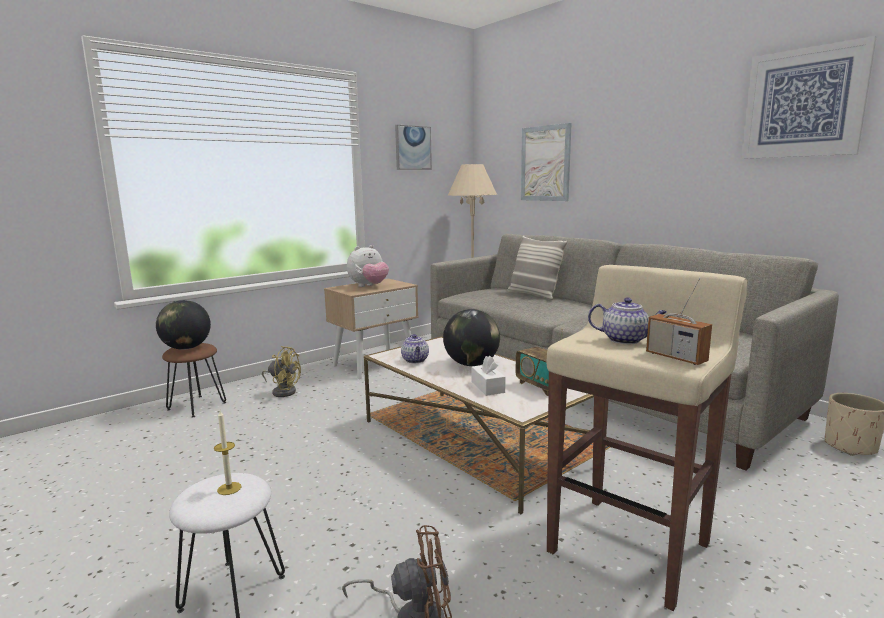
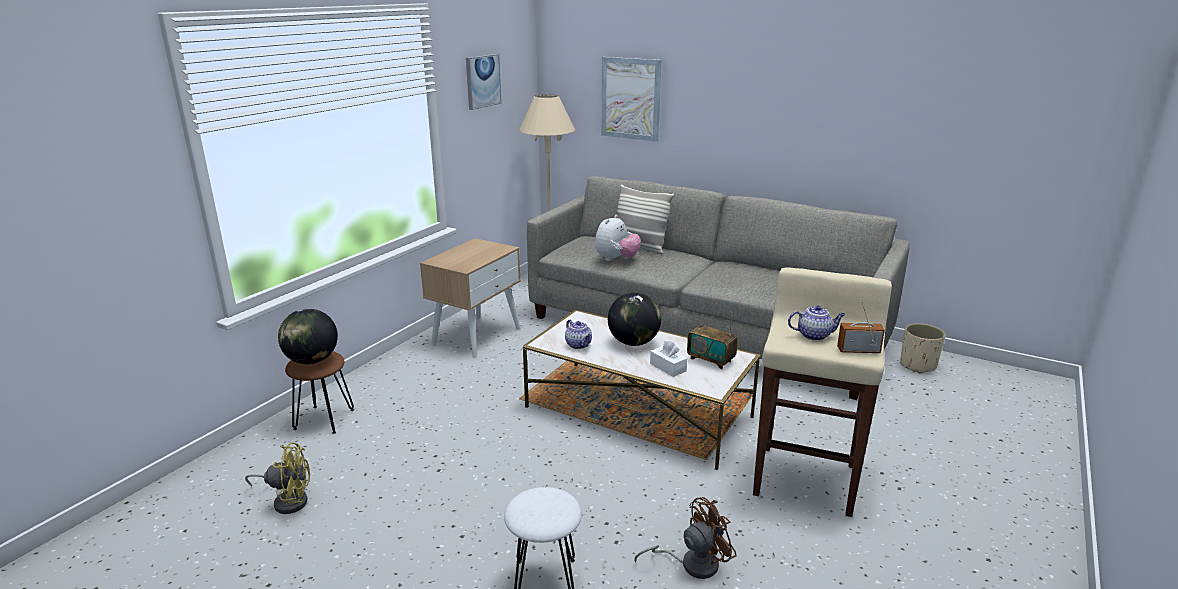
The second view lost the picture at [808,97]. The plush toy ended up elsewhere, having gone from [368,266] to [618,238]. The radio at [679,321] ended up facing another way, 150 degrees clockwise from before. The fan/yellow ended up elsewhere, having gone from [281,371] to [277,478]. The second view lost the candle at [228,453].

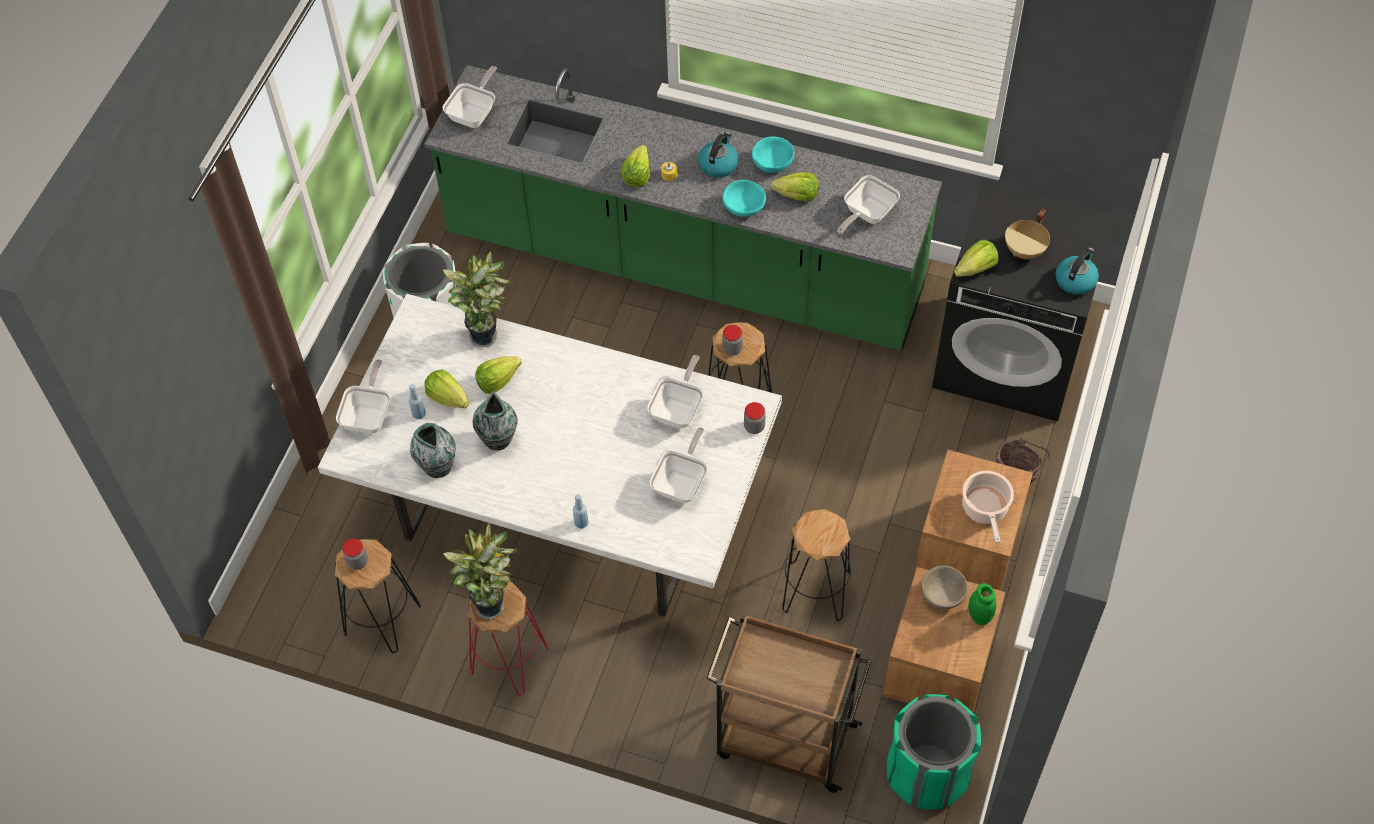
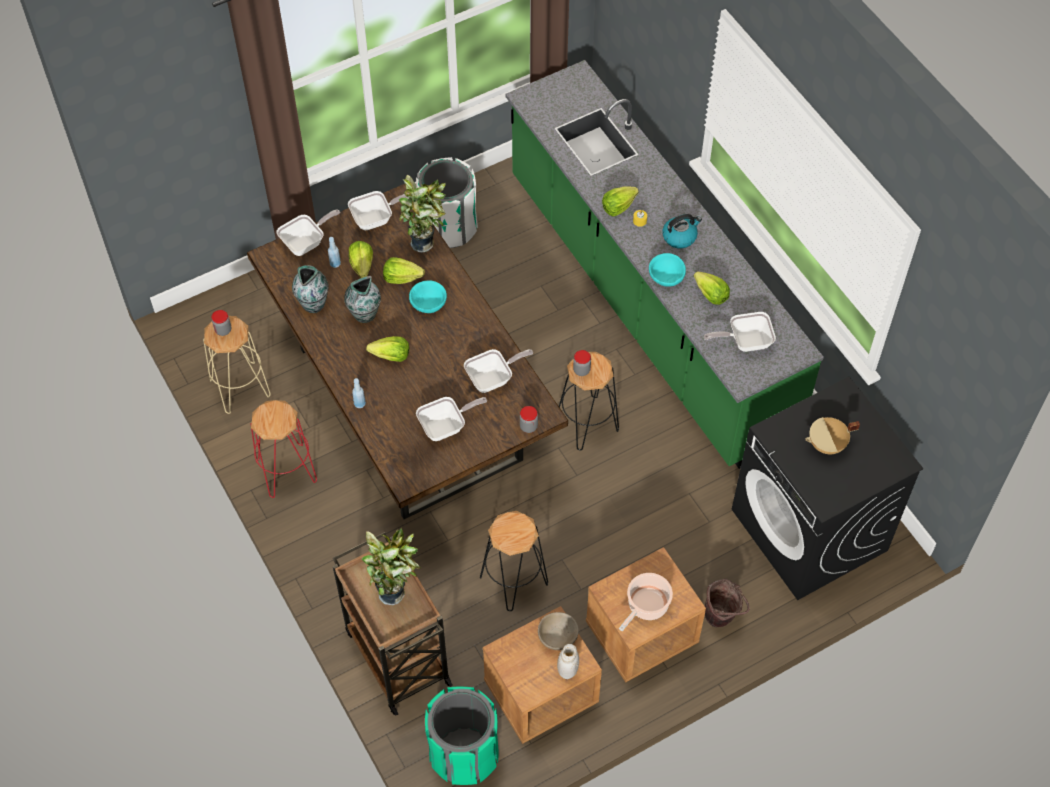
The frying pan ended up elsewhere, having gone from [470,97] to [378,210]. The bowl/turquoise ended up elsewhere, having gone from [773,154] to [428,296]. The lettuce ended up elsewhere, having gone from [976,258] to [388,349]. The second view lost the kettle at [1077,271]. What was the dining table/white at [550,455] turned into the dining table/brown at [407,351]. The potted plant ended up elsewhere, having gone from [480,571] to [391,566]. What was the stool/black at [378,596] turned into the stool/beige at [237,365]. What was the jar/green at [982,604] turned into the jar/white at [568,661].

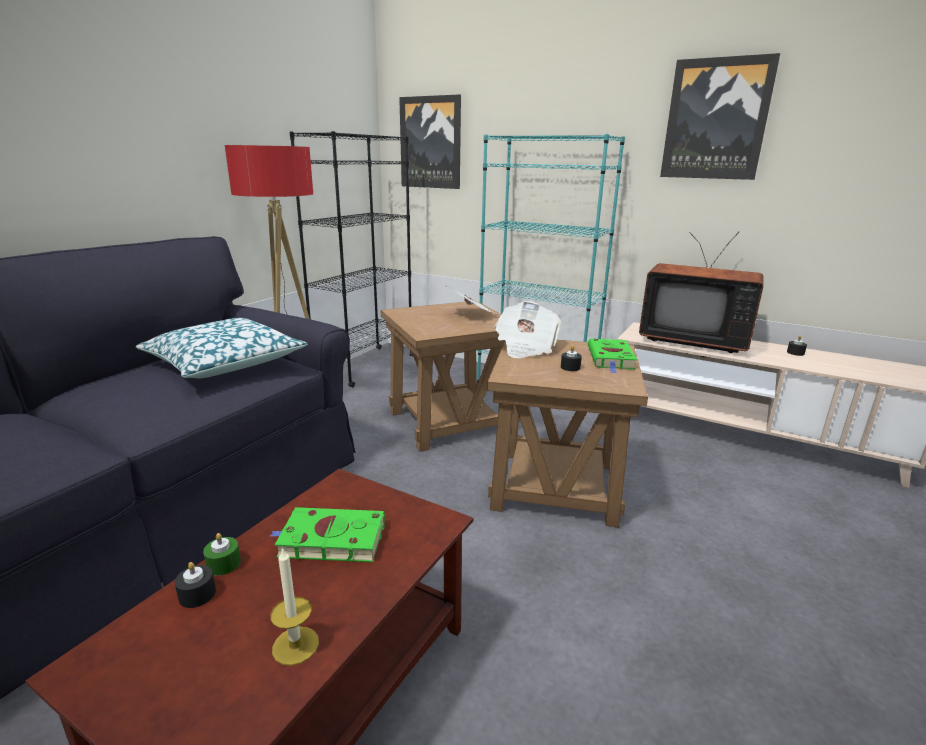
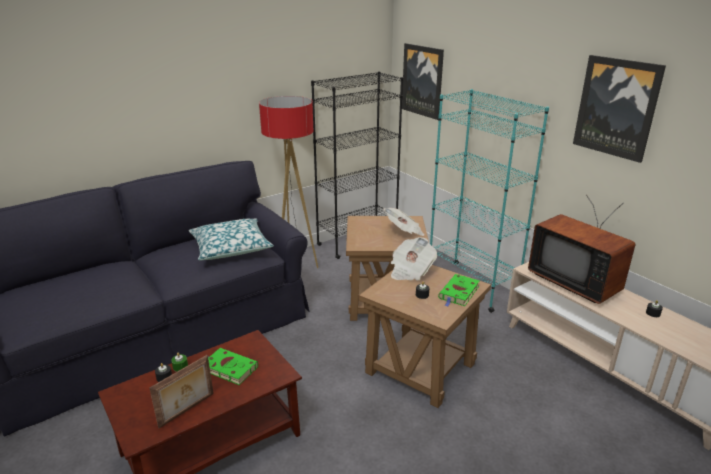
Where the candle stood at [294,606], the picture frame came to stand at [182,391].

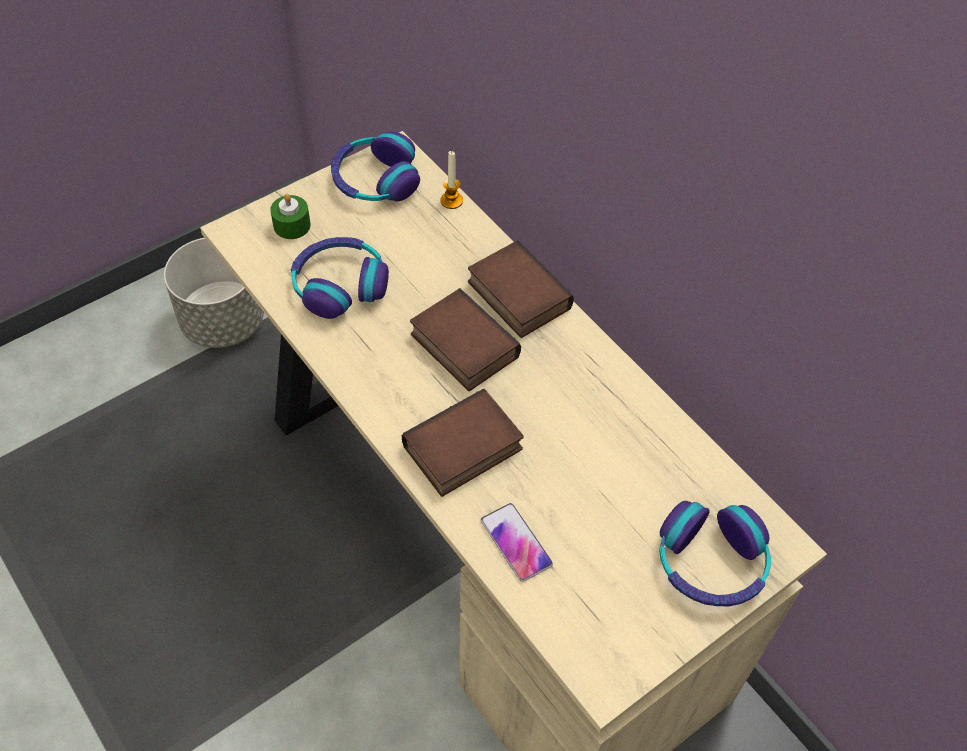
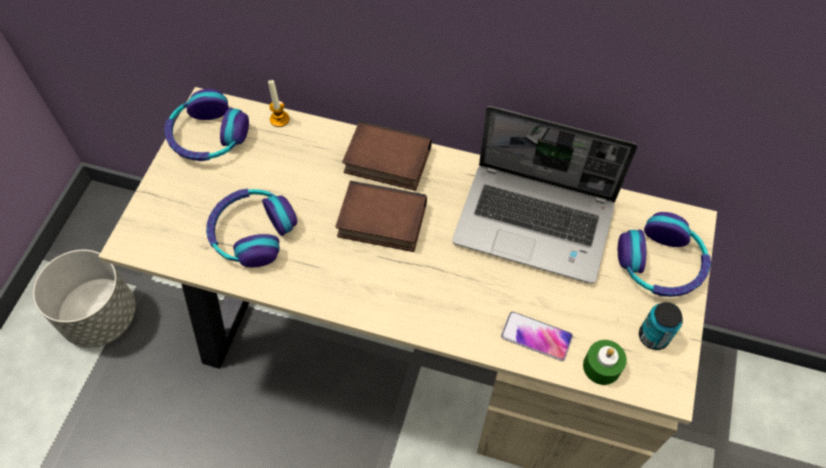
The candle/green ended up elsewhere, having gone from [290,216] to [605,362]. The second view lost the book at [463,442]. The second view gained the laptop at [545,195]. The second view gained the can at [661,326].

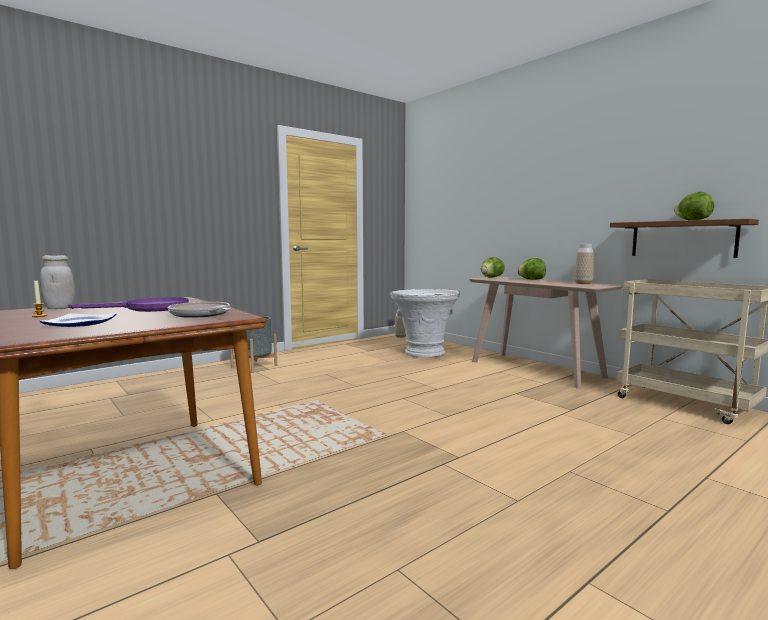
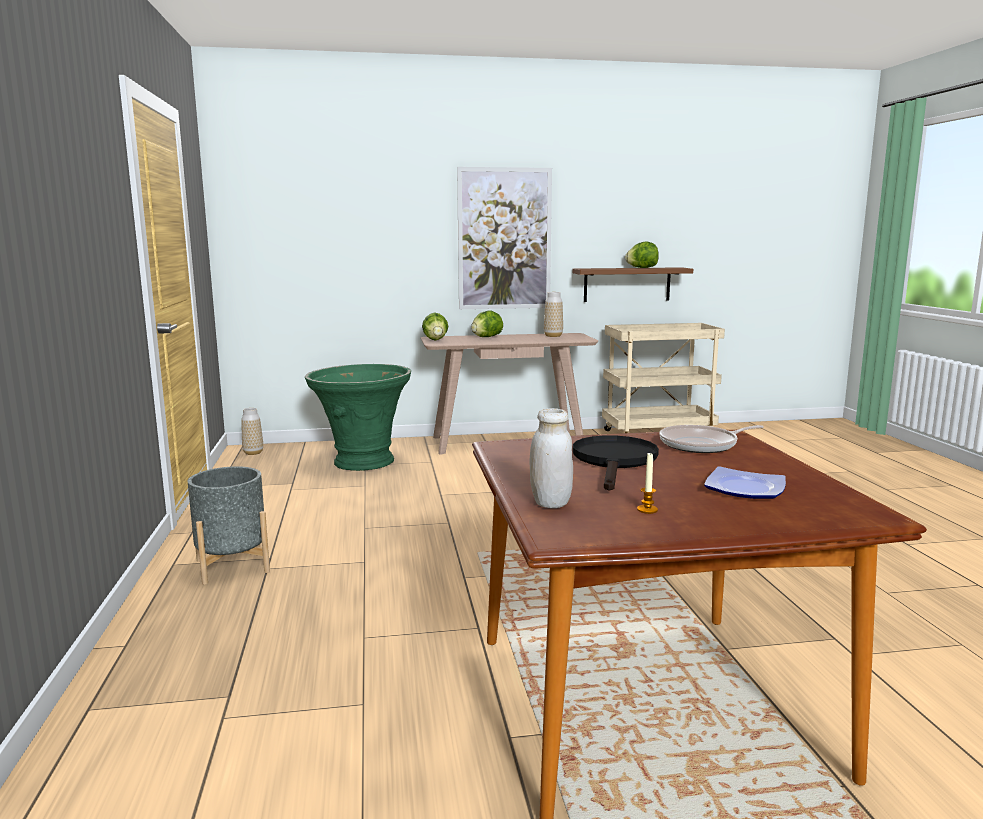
What was the planter/white at [425,323] turned into the planter/green at [358,417]. What was the frying pan/purple at [128,304] turned into the frying pan/black at [616,463]. The second view gained the picture at [504,238].

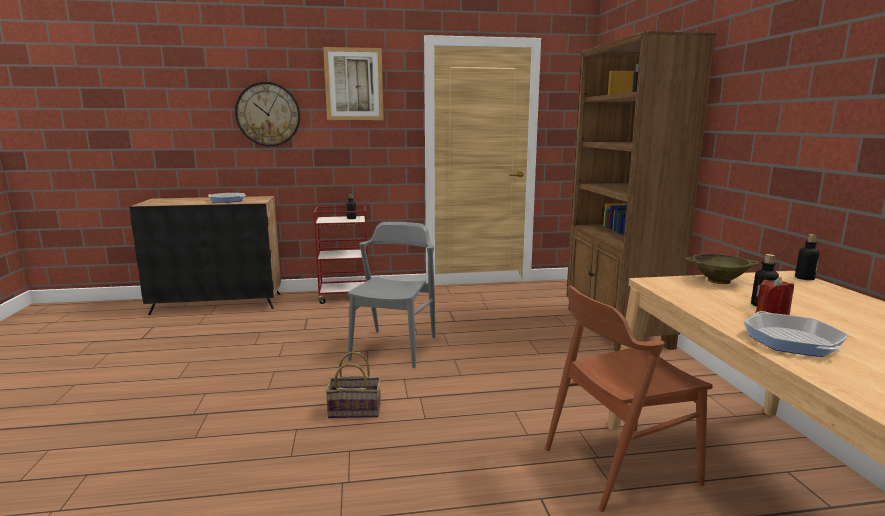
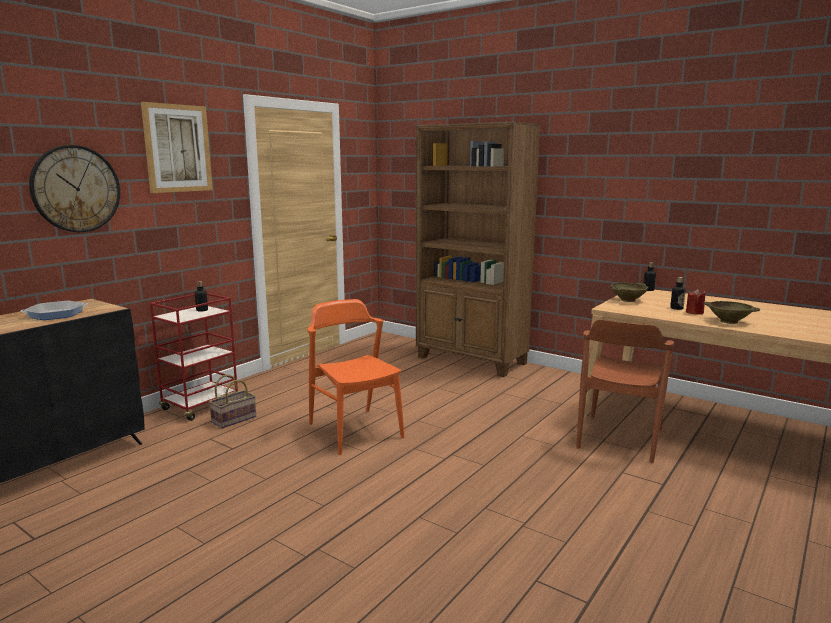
What was the chair/grey at [391,295] turned into the chair/orange at [356,377]. Where the frying pan stood at [796,334], the bowl/beige came to stand at [732,312]. The basket ended up elsewhere, having gone from [353,385] to [232,401].

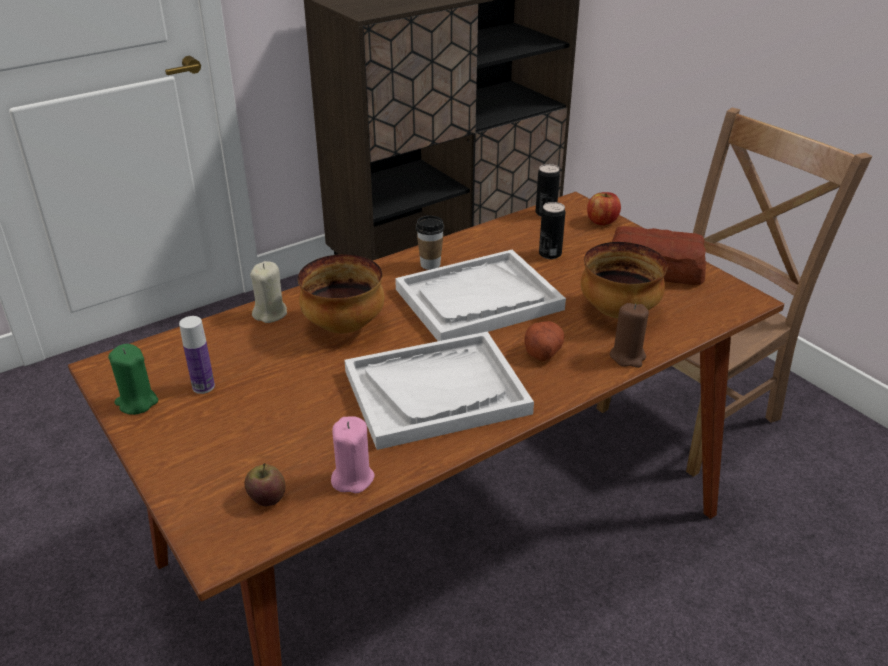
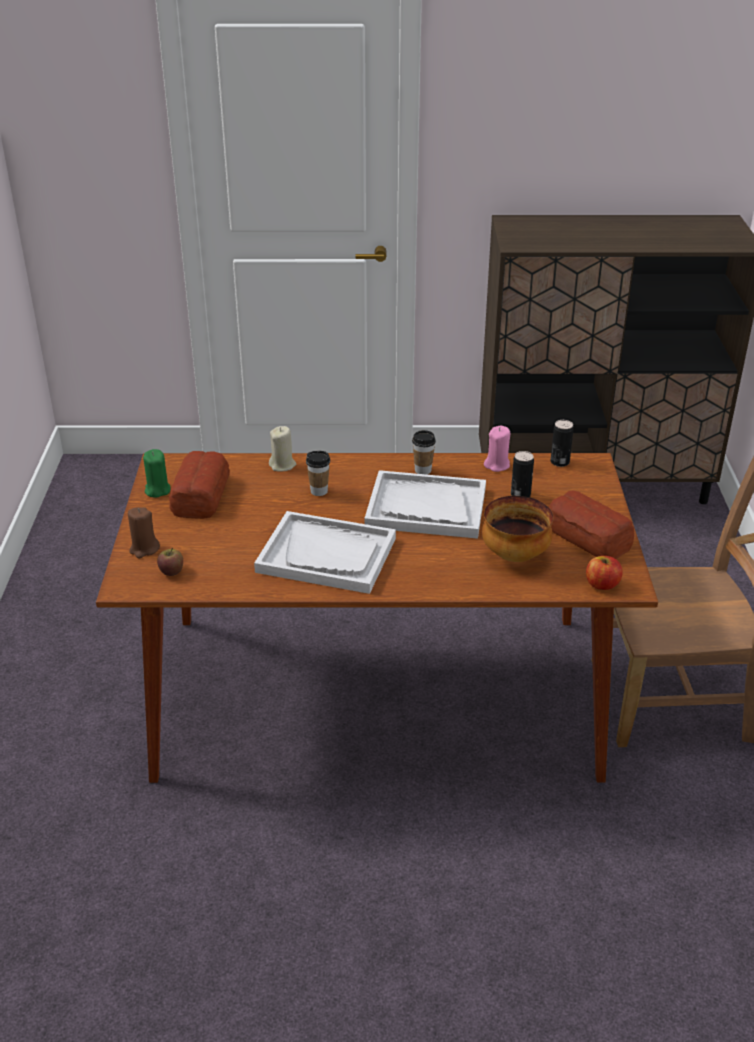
The apple ended up elsewhere, having gone from [604,208] to [604,573]. Where the bowl stood at [341,293], the cup came to stand at [318,473]. The candle/brown ended up elsewhere, having gone from [629,335] to [144,532]. Where the bottle stood at [197,355], the bread came to stand at [199,485]. The second view lost the potato at [544,341]. The candle/pink ended up elsewhere, having gone from [352,454] to [497,449].

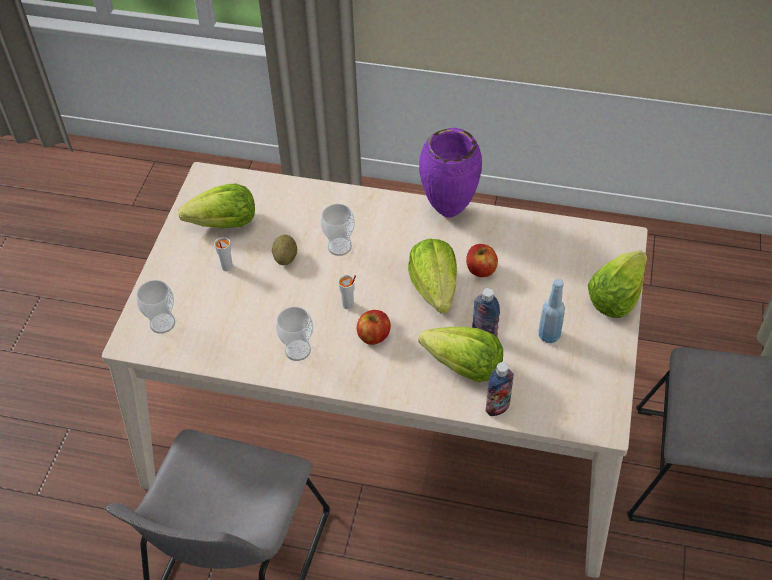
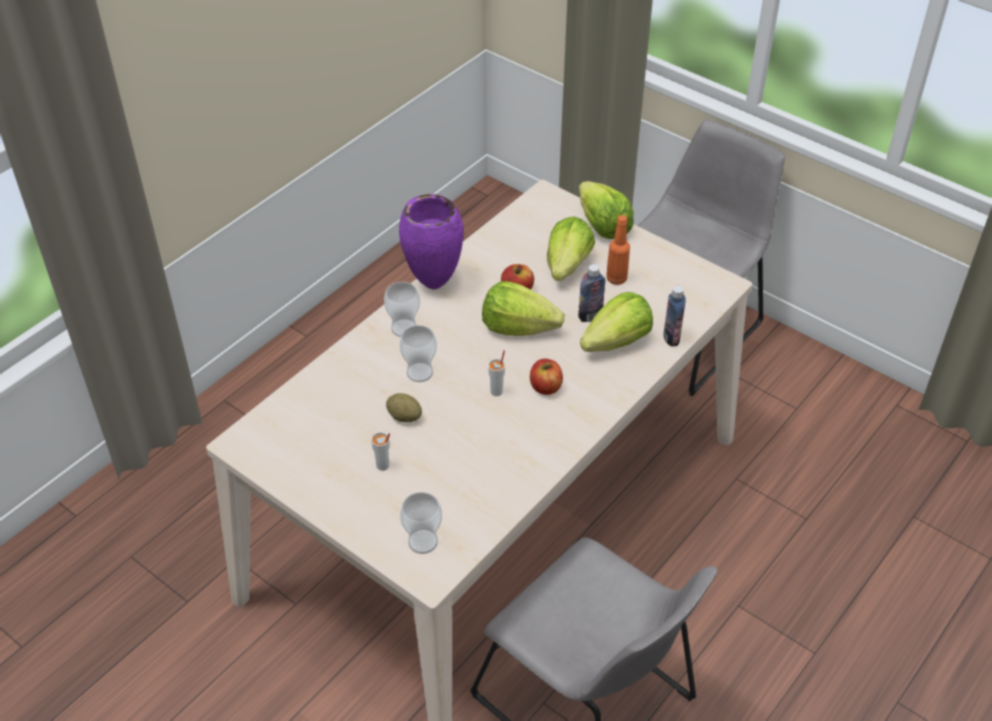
The lettuce ended up elsewhere, having gone from [216,206] to [571,248]. What was the bottle/blue at [551,311] turned into the bottle/orange at [618,250]. The cup ended up elsewhere, having gone from [294,334] to [402,309].

